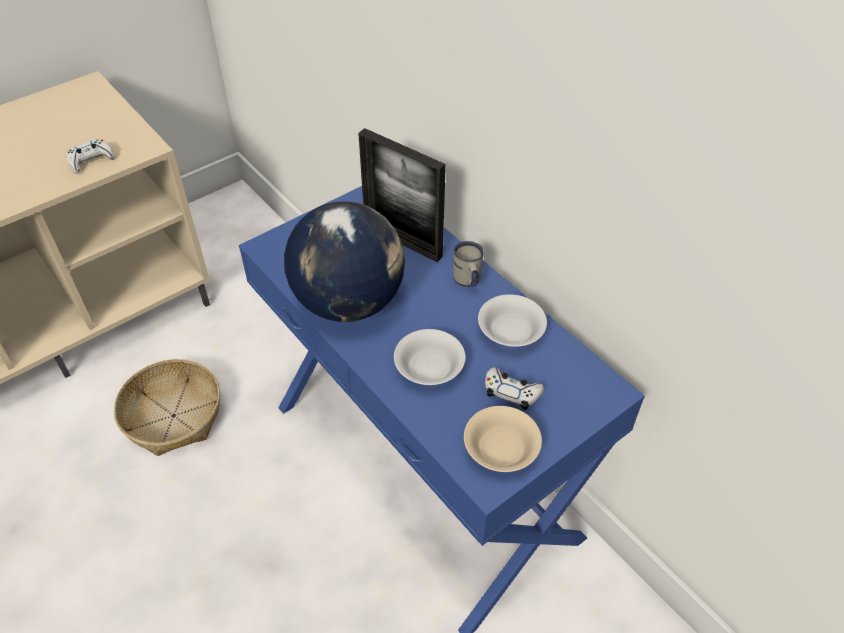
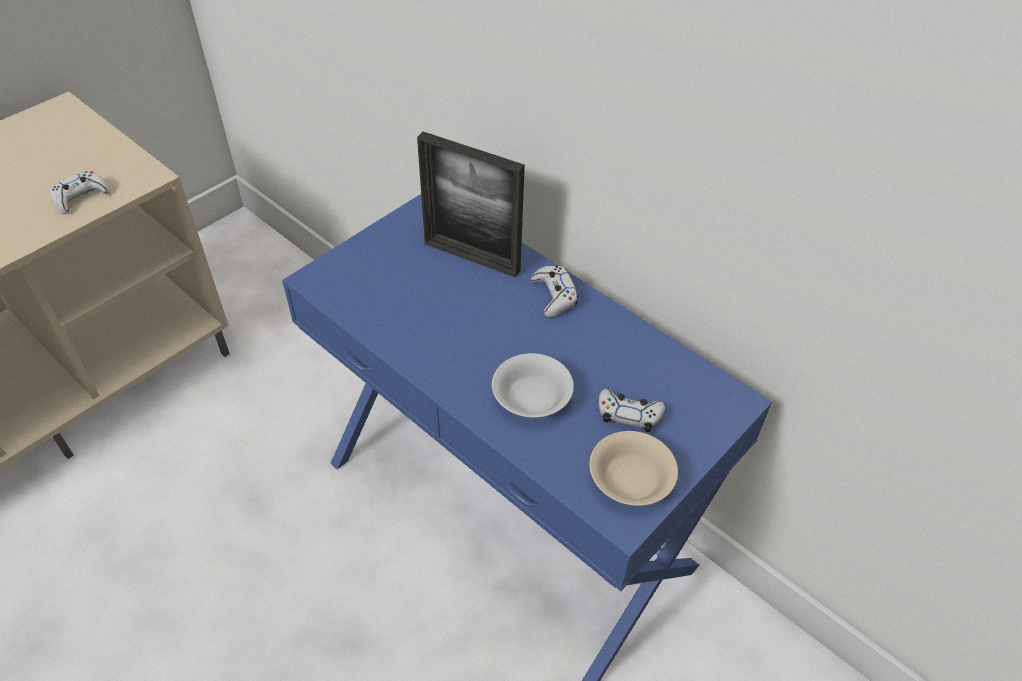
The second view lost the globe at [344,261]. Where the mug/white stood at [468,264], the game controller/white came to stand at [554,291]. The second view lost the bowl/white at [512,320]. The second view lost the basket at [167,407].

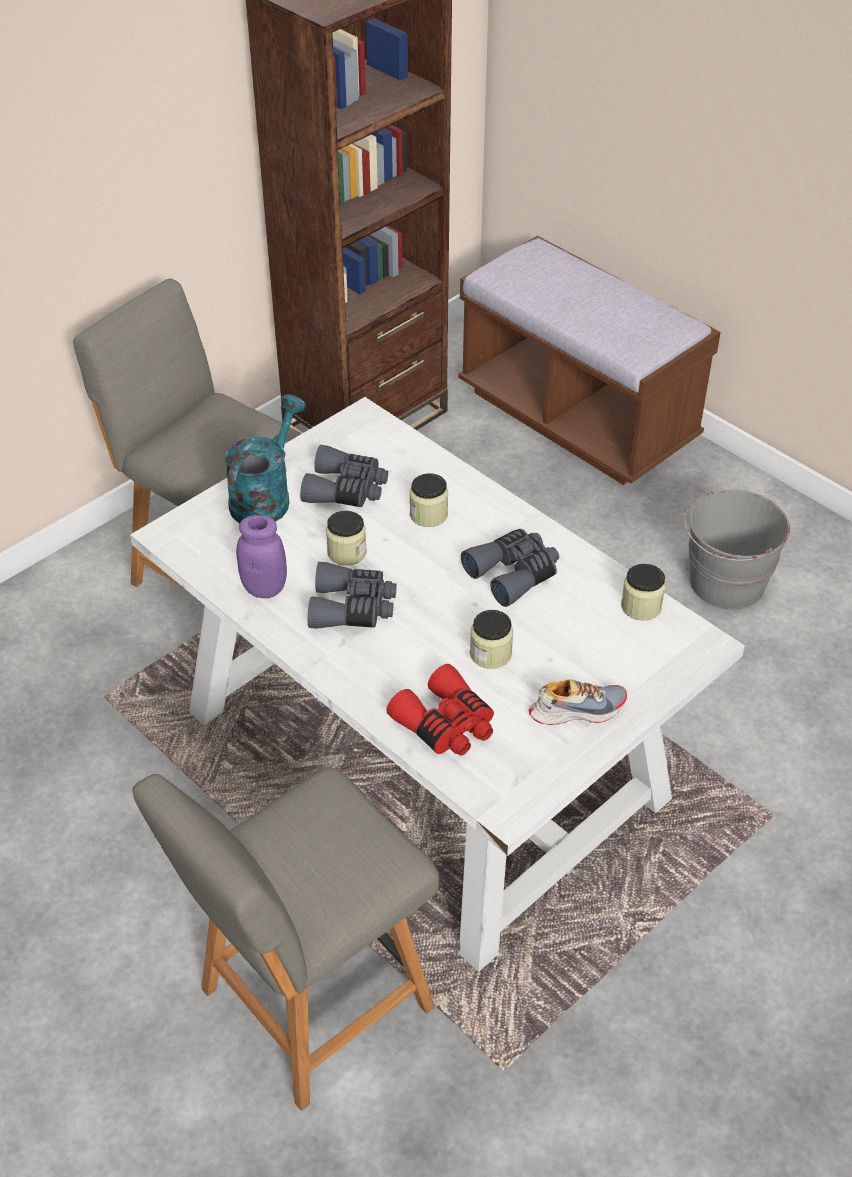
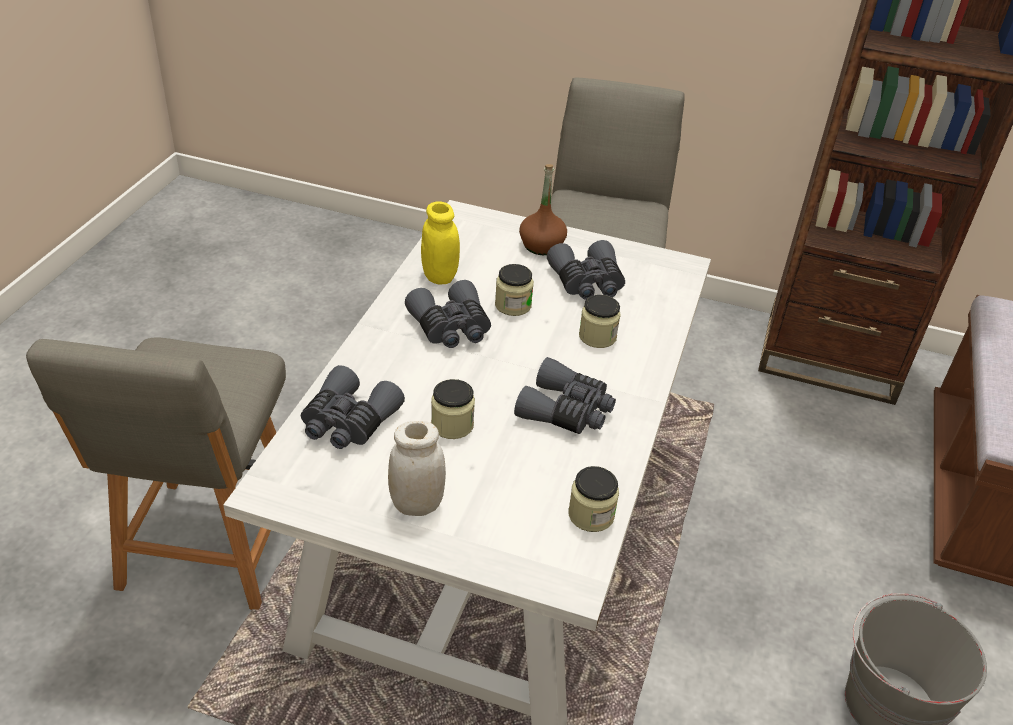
Where the watering can/turquoise stood at [265,458], the bottle/brown came to stand at [543,209]. What was the jar/purple at [261,556] turned into the jar/yellow at [440,243]. What was the binoculars/red at [440,710] turned into the binoculars/grey at [353,407]. Where the shoe stood at [578,702], the jar/white came to stand at [417,468]. The chair/grey at [285,939] ended up facing another way, 105 degrees counterclockwise from before.

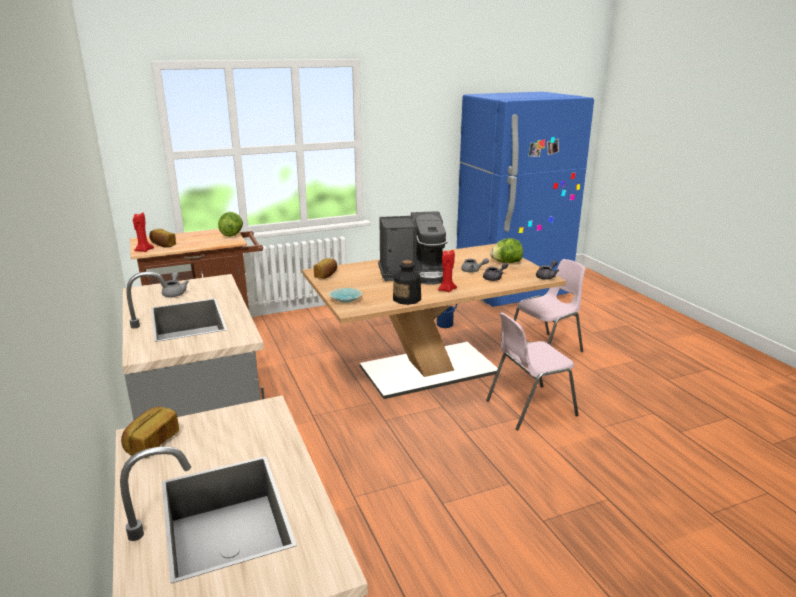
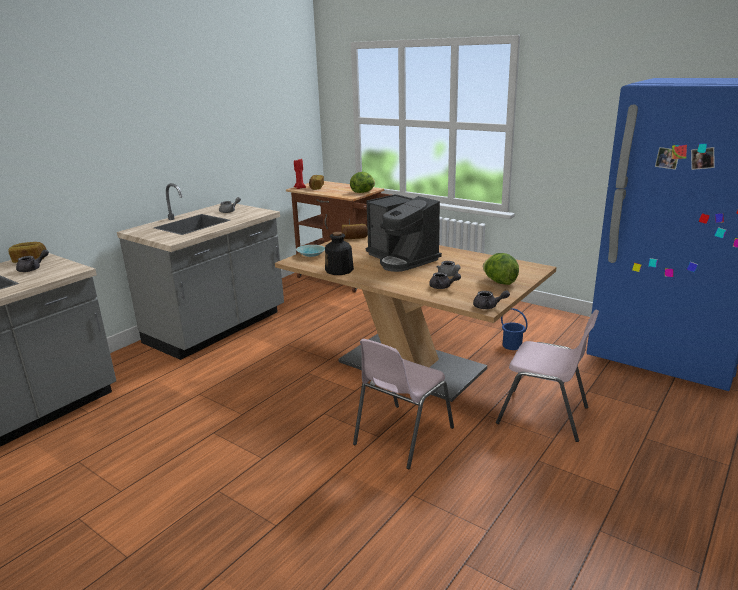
The second view lost the candle/red at [447,271]. The chair/pink at [532,371] ended up facing another way, 90 degrees counterclockwise from before. The second view gained the teapot/grey at [32,261].

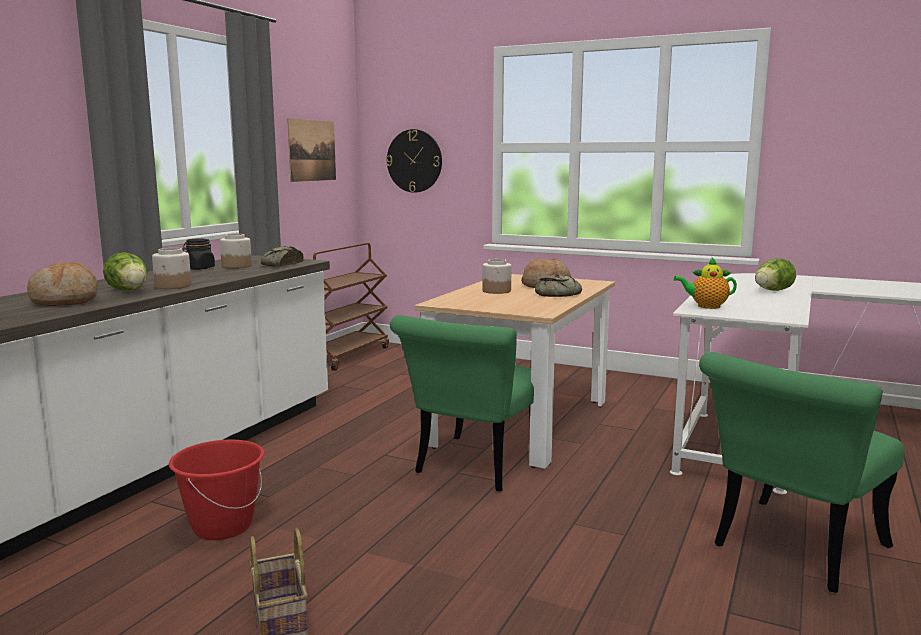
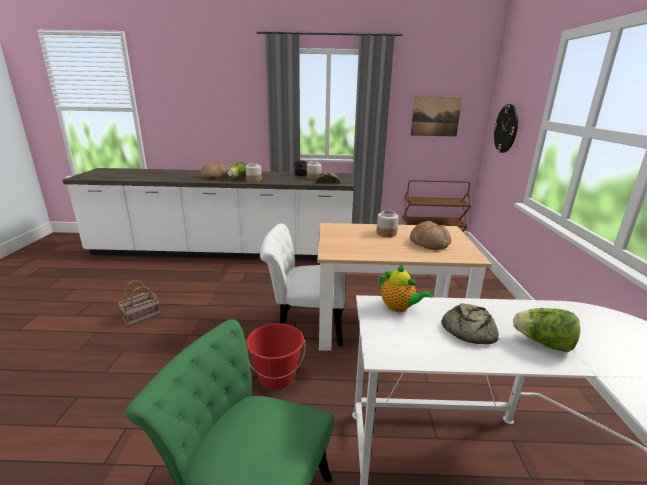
The teapot at [705,283] ended up facing another way, 150 degrees clockwise from before. The bread ended up elsewhere, having gone from [558,285] to [470,323]. What was the chair/green at [462,403] turned into the chair/white at [303,285]. The bucket/red ended up elsewhere, having gone from [216,489] to [275,356].

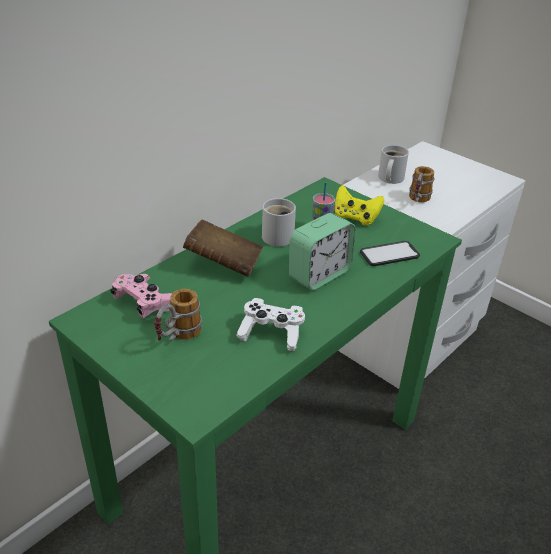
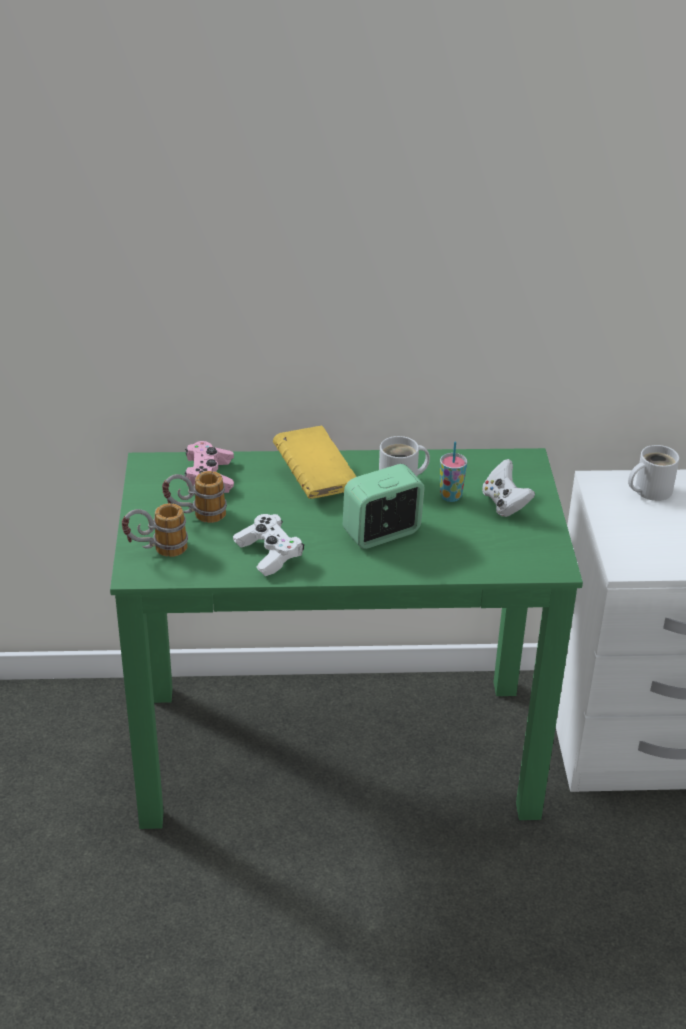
The mug ended up elsewhere, having gone from [422,184] to [155,530]. What was the game controller/yellow at [360,205] turned into the game controller/white at [508,488]. The alarm clock at [322,251] ended up facing another way, 150 degrees clockwise from before. What was the book/brown at [223,248] turned into the book/yellow at [315,462]. The second view lost the phone at [390,253].

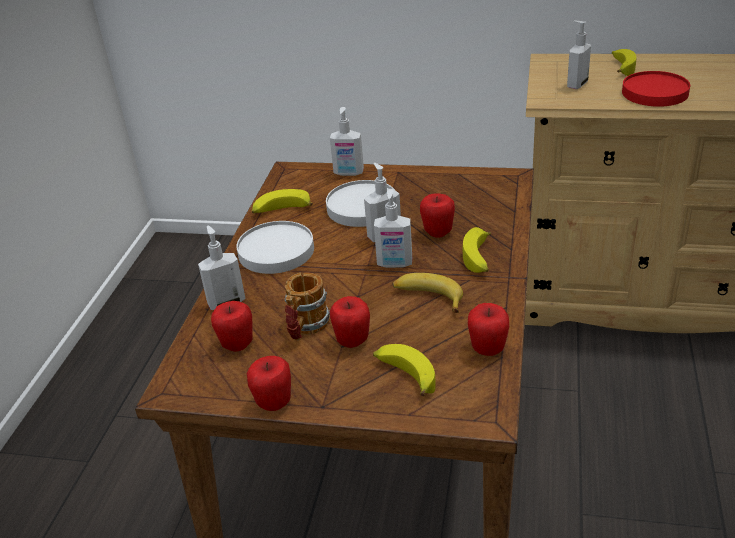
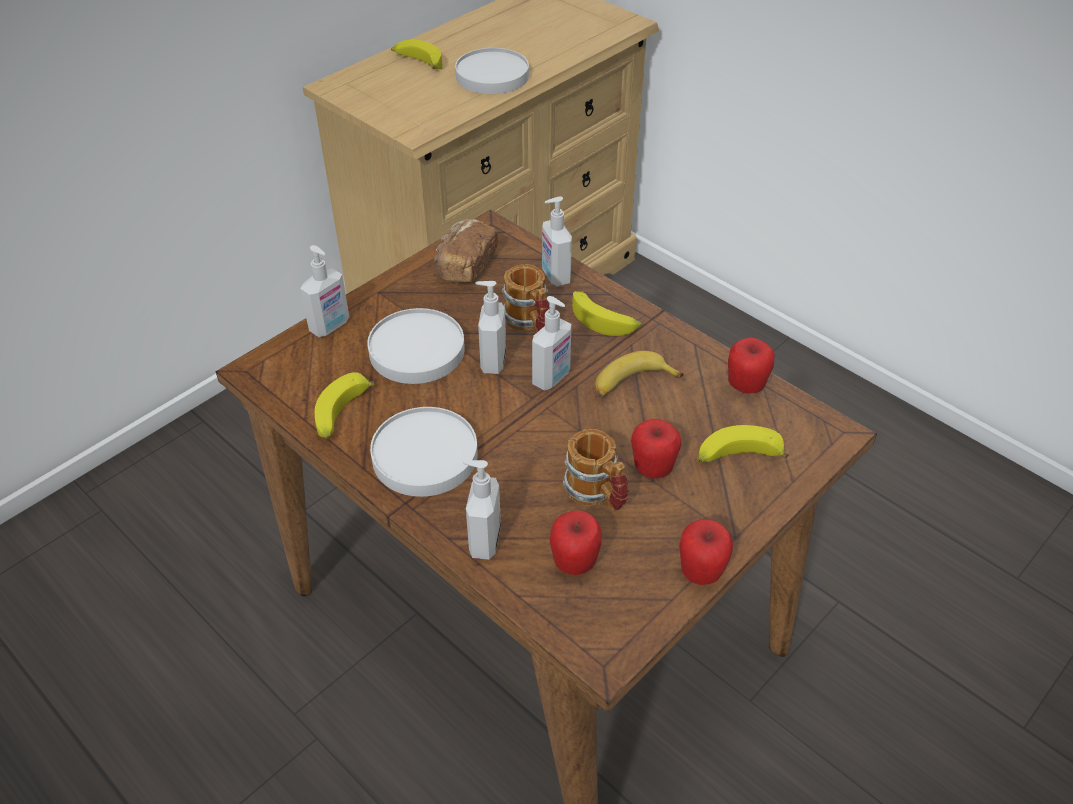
The soap dispenser ended up elsewhere, having gone from [579,55] to [557,242]. What was the plate/red at [656,89] turned into the plate/white at [492,71]. Where the apple stood at [437,216], the mug came to stand at [525,298]. The second view gained the bread at [466,250].

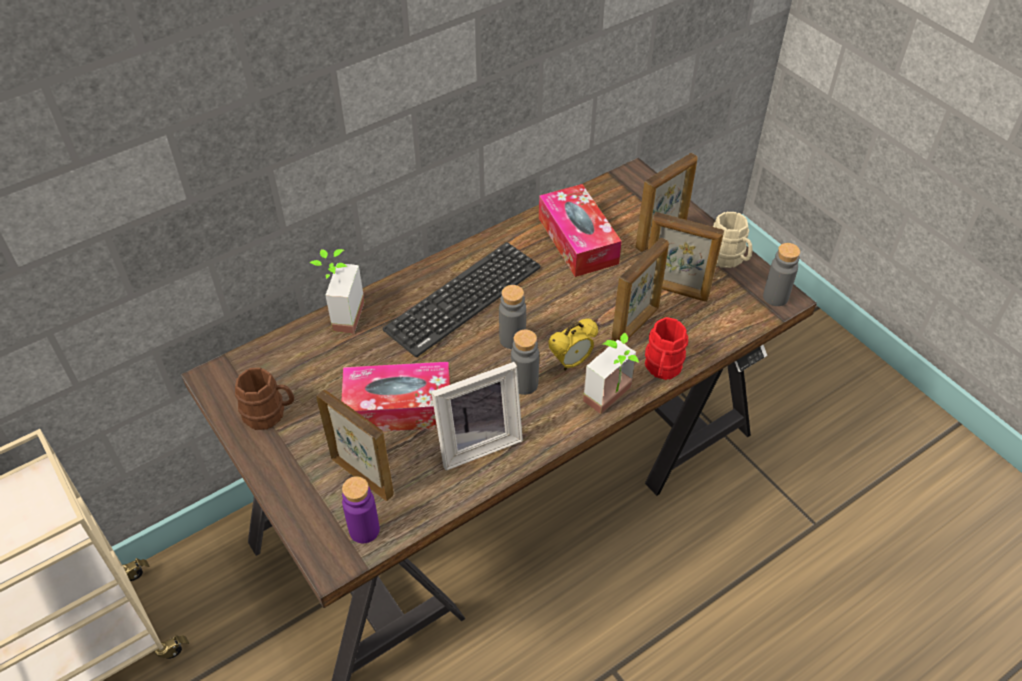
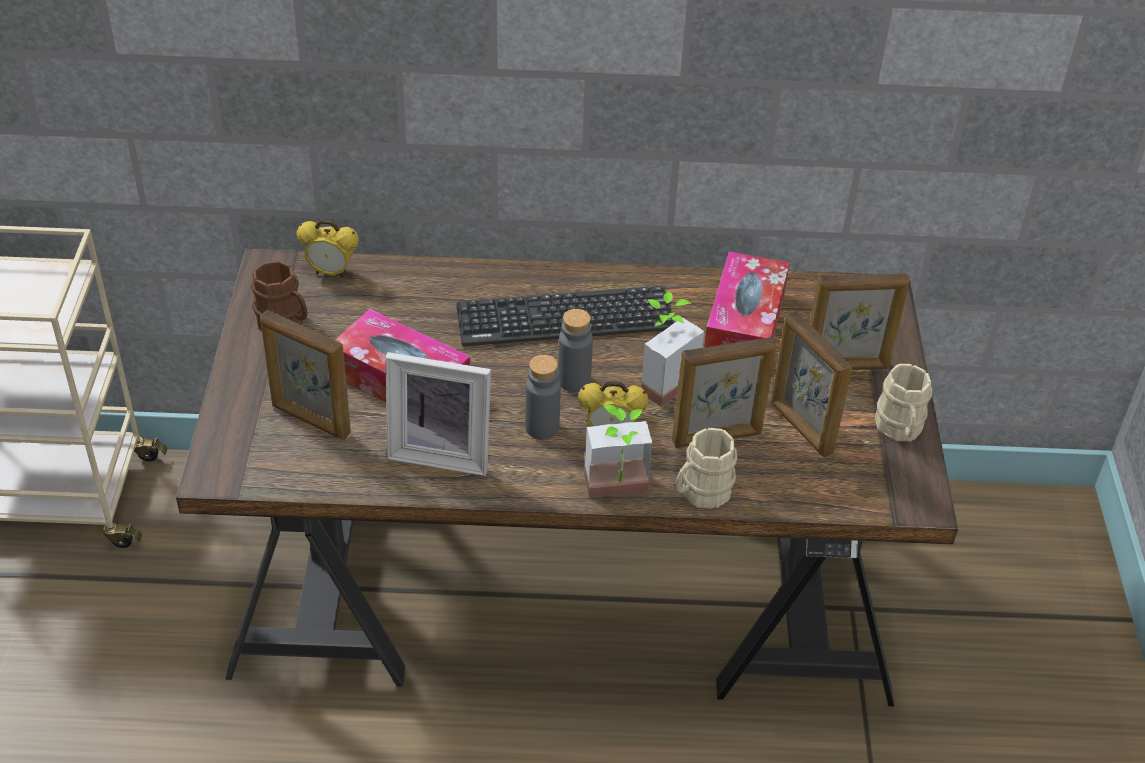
The second view lost the bottle/grey at [781,274]. The potted plant ended up elsewhere, having gone from [337,291] to [672,349]. What was the mug/red at [666,348] turned into the mug/beige at [706,468]. The picture frame at [355,445] ended up facing another way, 135 degrees clockwise from before. The second view lost the bottle/purple at [361,509]. The second view gained the alarm clock at [328,249].

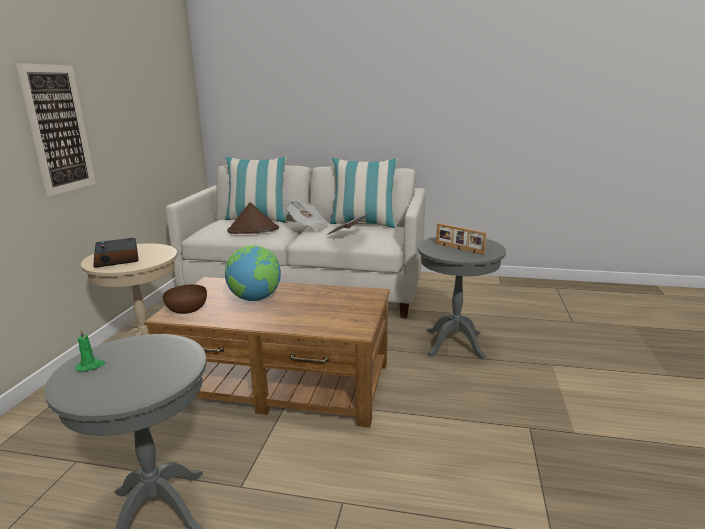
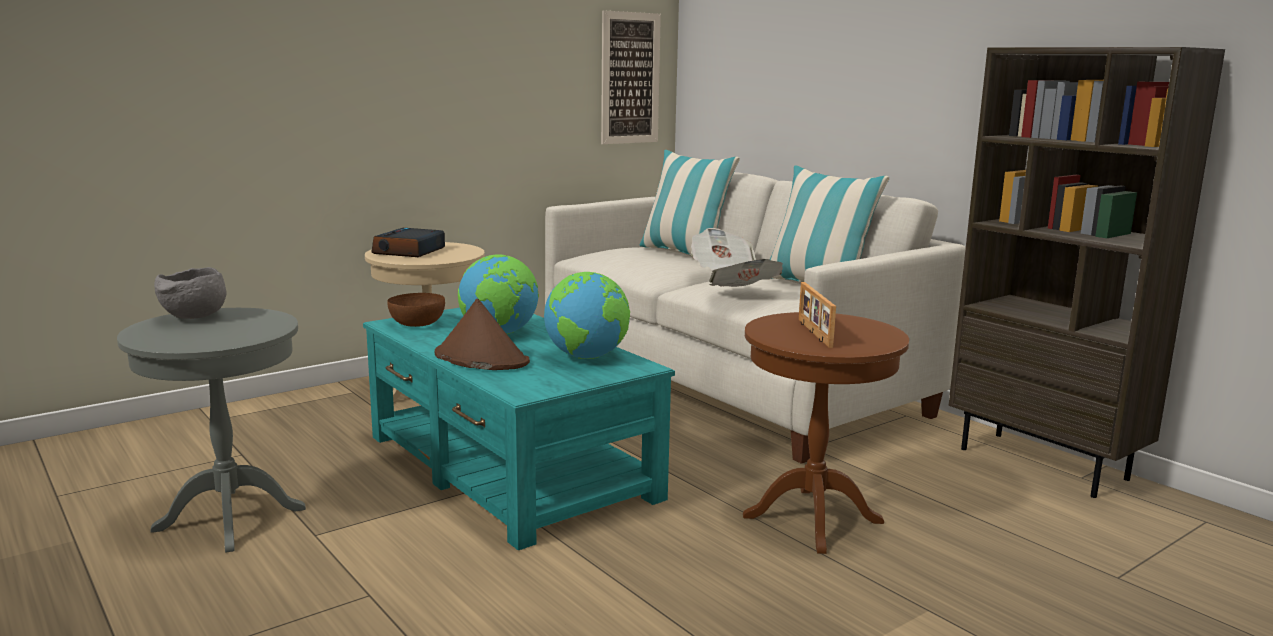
The picture ended up elsewhere, having gone from [56,129] to [631,77]. The hat/brown ended up elsewhere, having gone from [253,218] to [482,334]. What was the side table/grey at [462,298] turned into the side table/brown at [826,433]. What was the coffee table/brown at [267,352] turned into the coffee table/turquoise at [519,429]. Where the candle/green stood at [90,350], the bowl/grey came to stand at [190,293]. The second view gained the bookcase/brown at [1086,272]. The second view gained the globe at [587,315].

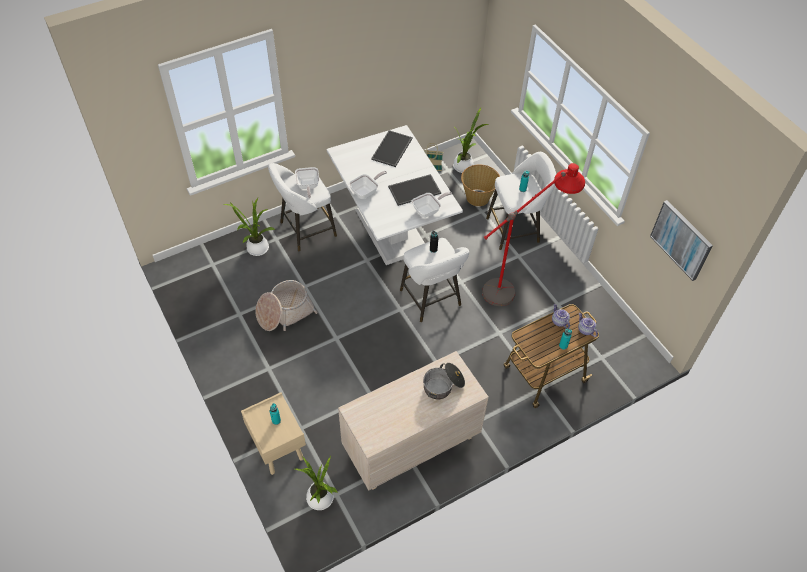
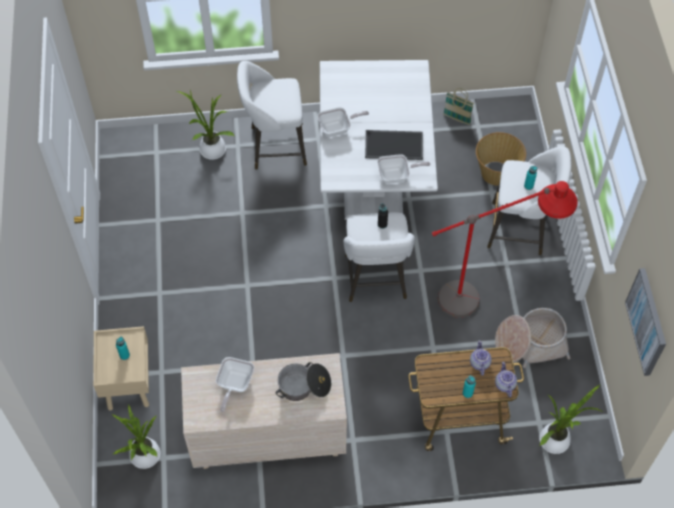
The potted plant ended up elsewhere, having gone from [470,140] to [571,419]. The second view lost the tray at [392,148]. The frying pan ended up elsewhere, having gone from [307,182] to [235,384]. The basket ended up elsewhere, having gone from [286,305] to [532,338].

